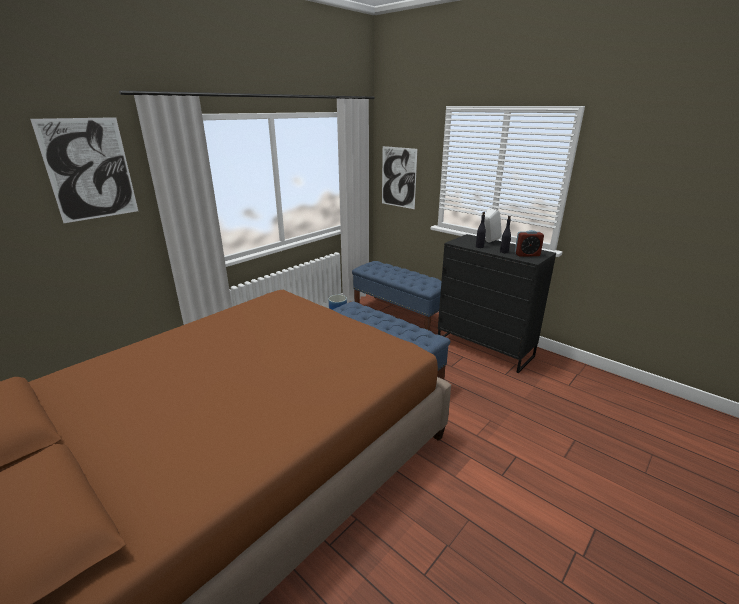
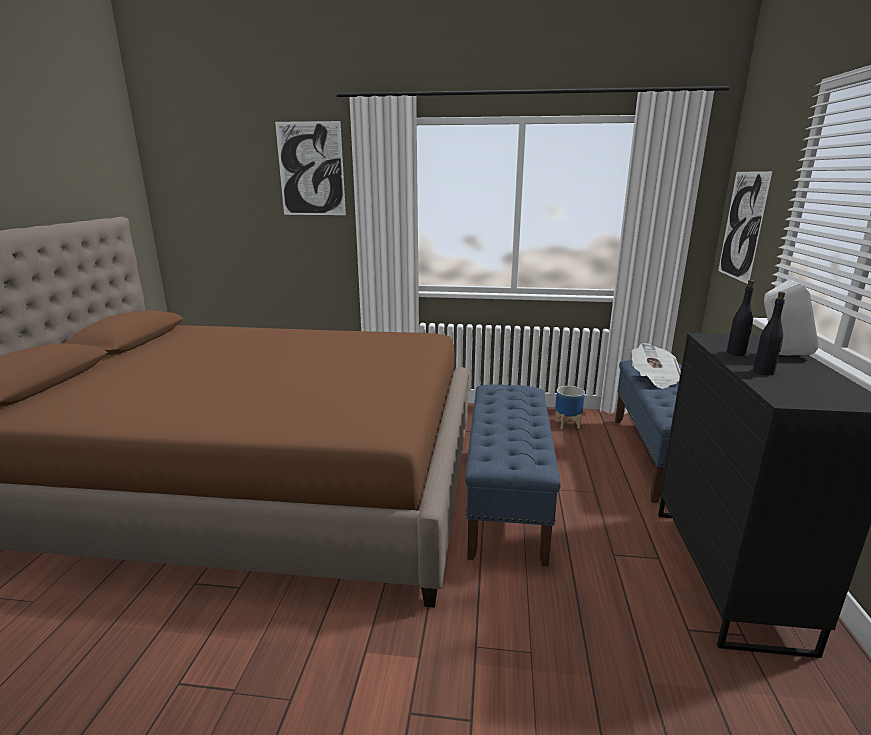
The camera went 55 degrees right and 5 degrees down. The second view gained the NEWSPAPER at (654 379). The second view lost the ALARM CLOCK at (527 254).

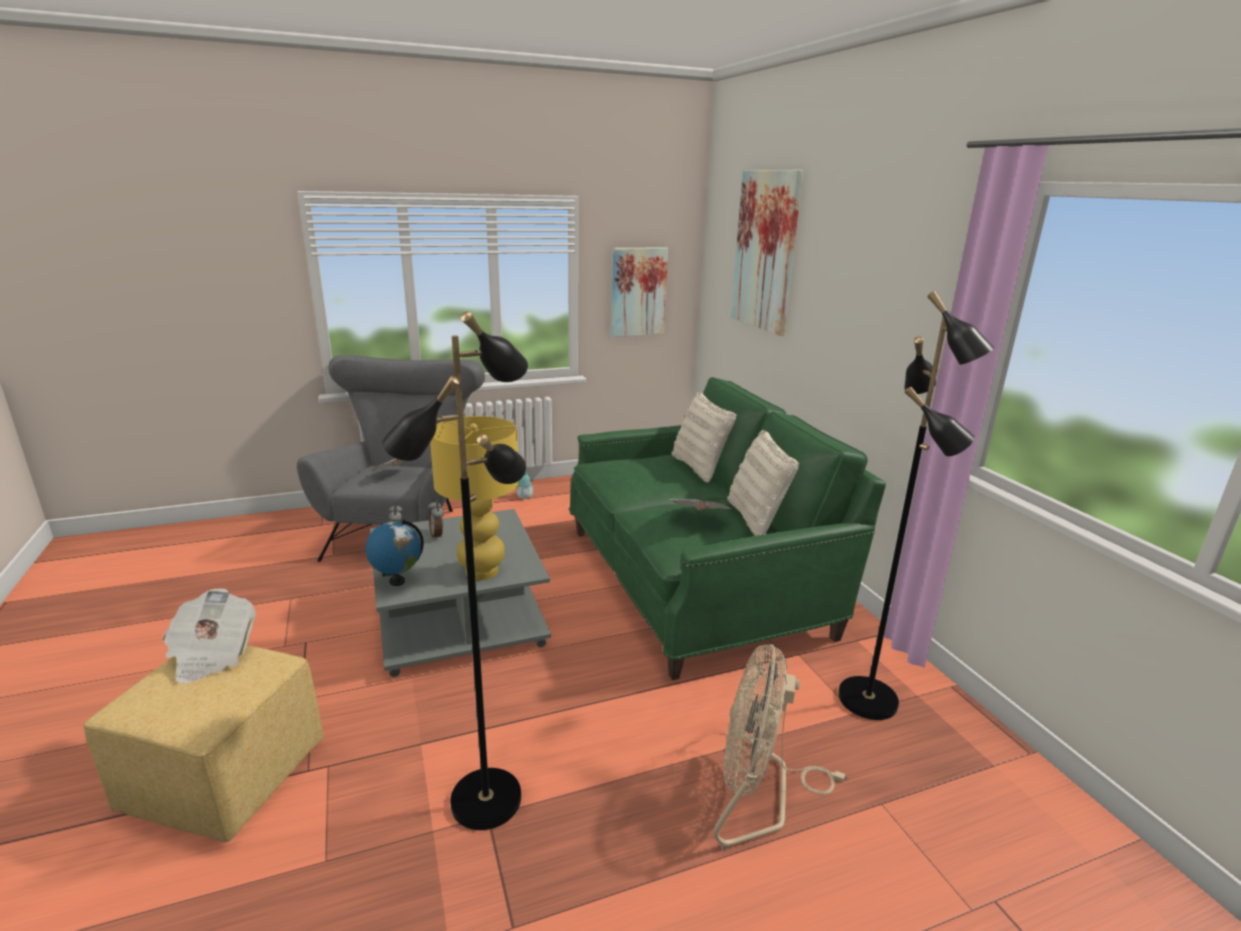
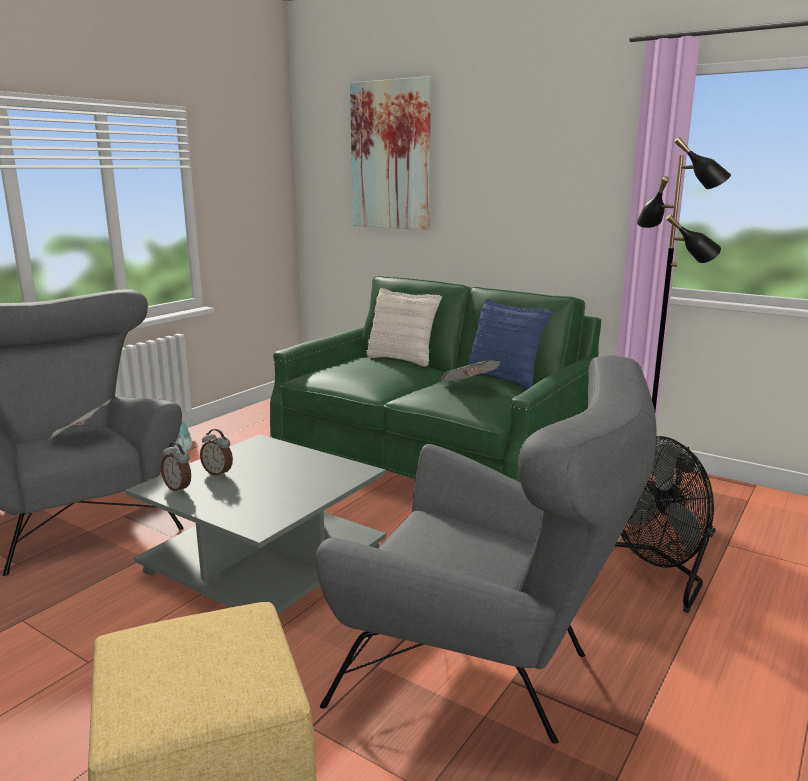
The camera went 35 degrees left and 5 degrees down. Where the BLACK FLOOR LAMP stood at (485 798), the GREY ARMCHAIR came to stand at (492 671). What was the BEIGE PILLOW at (756 520) turned into the BLUE PILLOW at (505 379). What was the BEIGE FAN at (761 787) turned into the BLACK FAN at (658 568). The second view lost the NEWSPAPER at (212 654). The second view lost the GLOBE at (397 581). The second view lost the YELLOW TABLE LAMP at (482 571). The second view lost the PICTURE at (638 292).

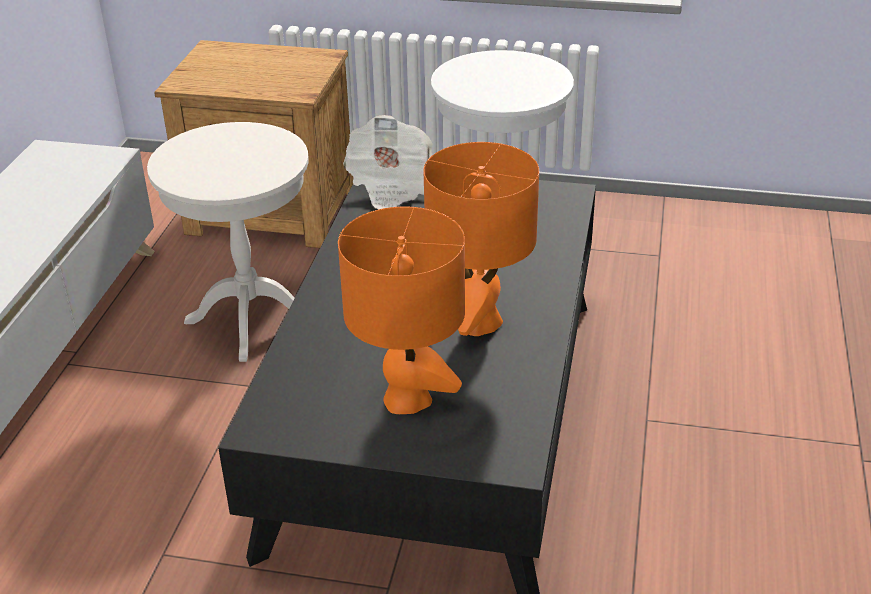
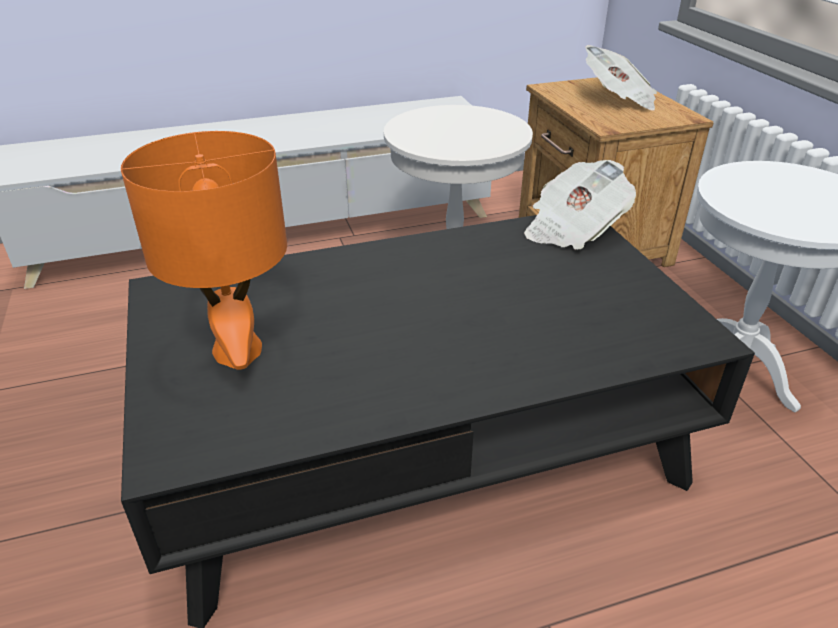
The camera went 60 degrees right and 0 degrees up. The second view gained the NEWSPAPER at (619 100). The second view lost the ORANGE TABLE LAMP at (480 323).

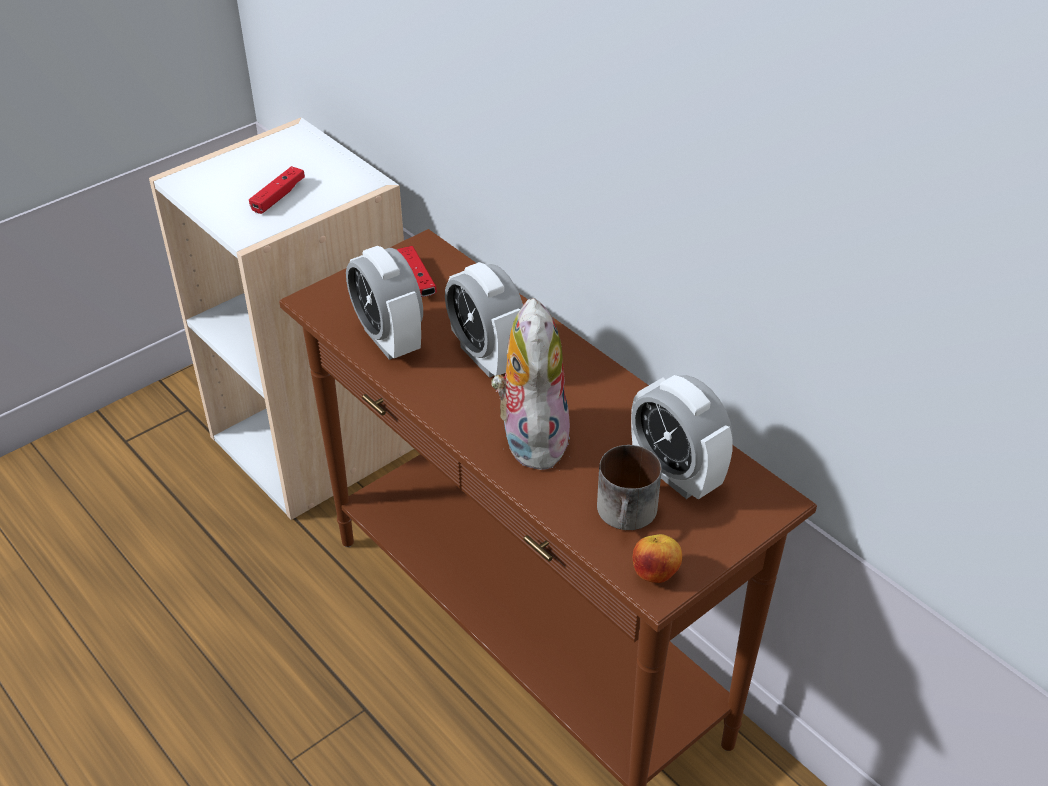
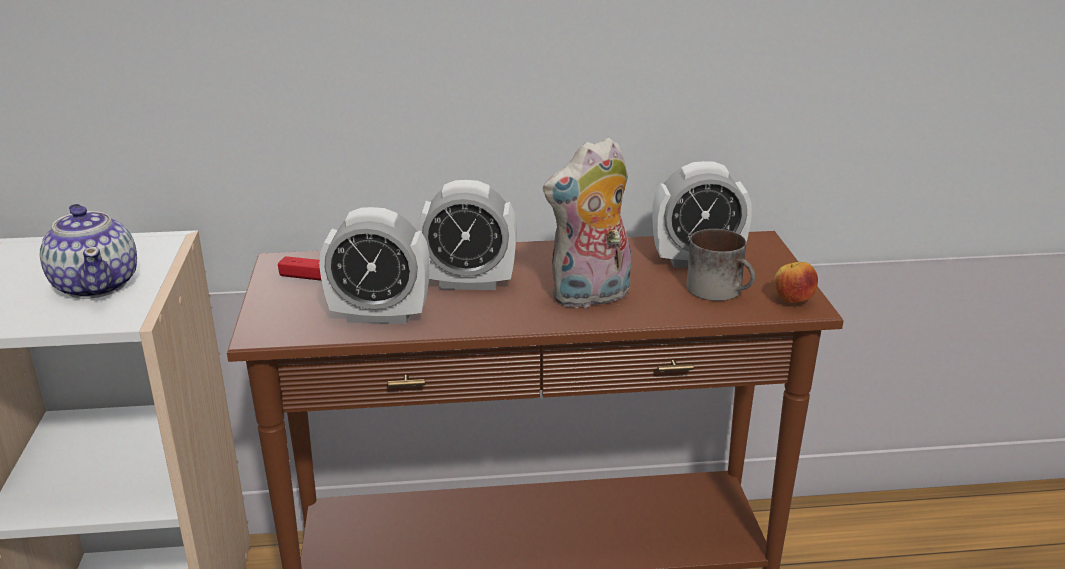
The camera went 55 degrees left and 15 degrees down. Where the RED GAME CONTROLLER stood at (278 196), the TEAPOT came to stand at (97 285). The PLUSH TOY at (530 437) ended up facing another way, 60 degrees counterclockwise from before.

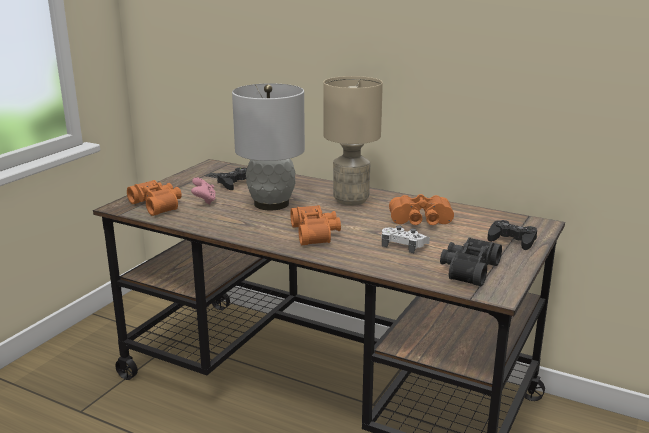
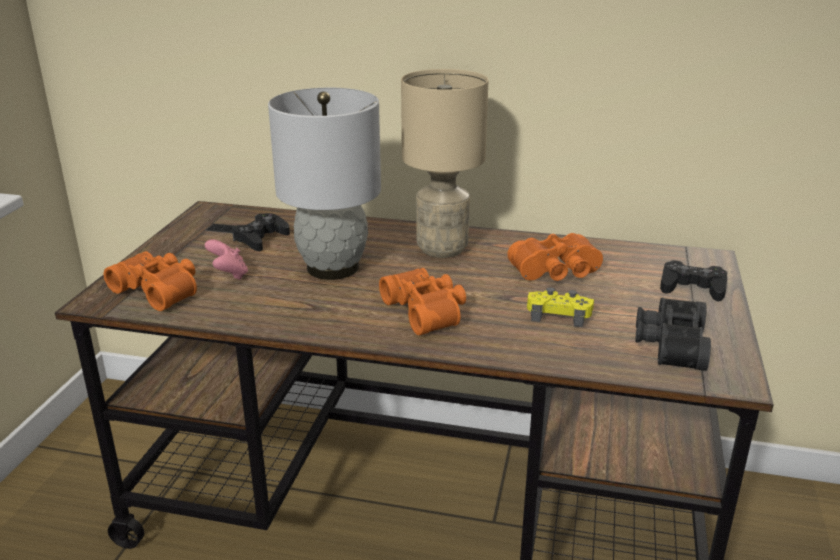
The camera went 15 degrees left and 5 degrees up. What was the WHITE GAME CONTROLLER at (404 244) turned into the YELLOW GAME CONTROLLER at (559 314).

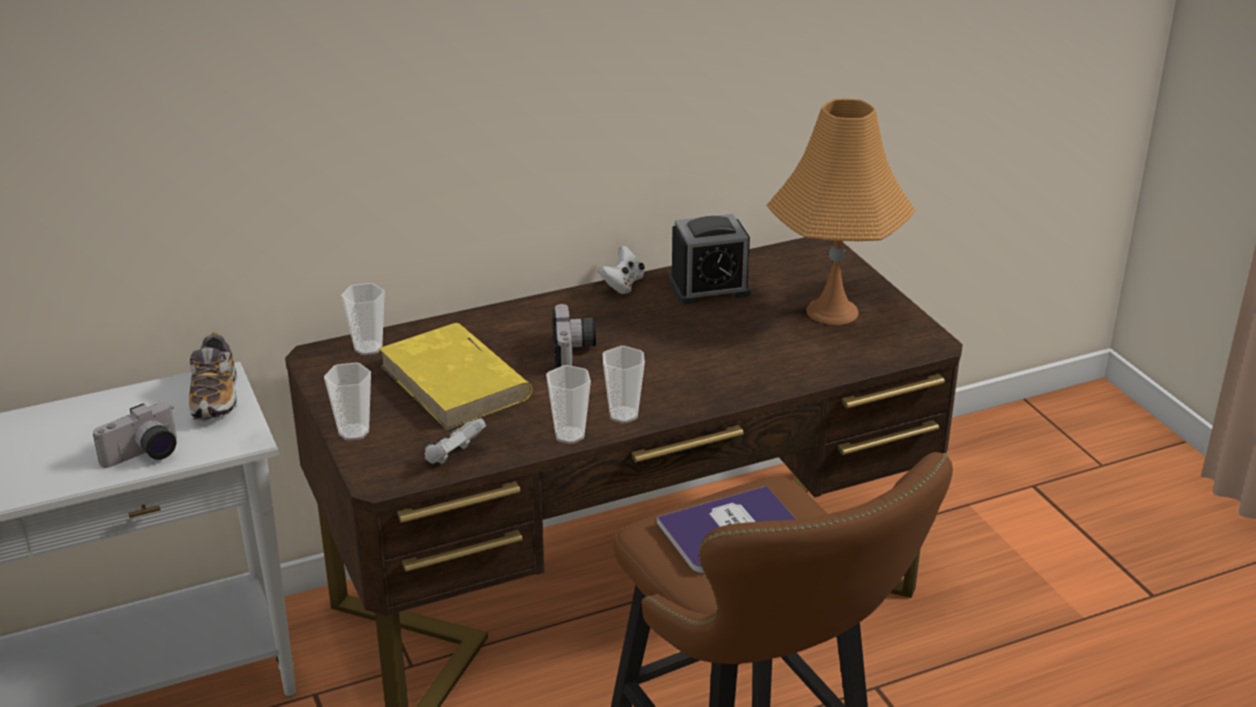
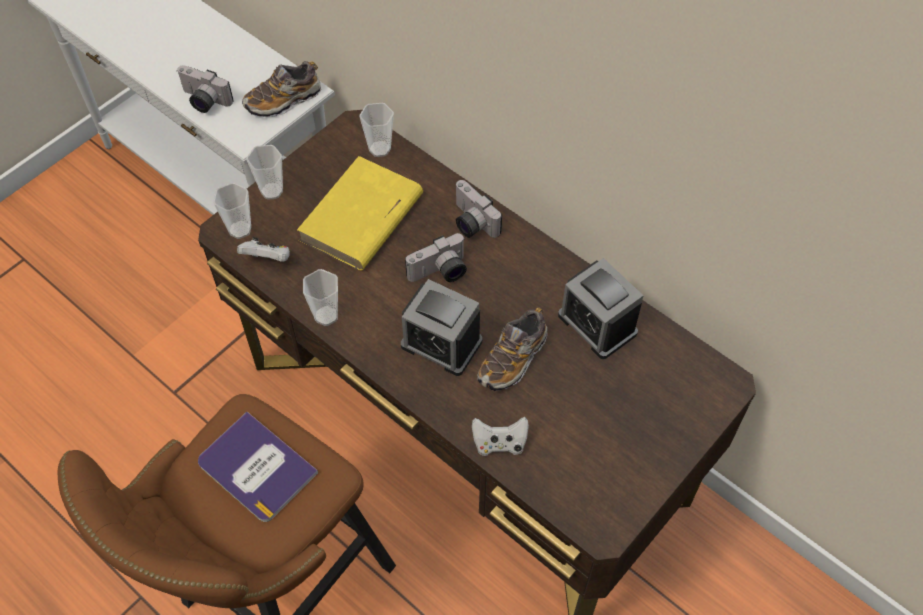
The camera went 65 degrees right and 25 degrees up. The CUP ended up elsewhere, having gone from (623 415) to (240 230). The second view gained the ALARM CLOCK at (441 343). The second view gained the PHOTO CAMERA at (471 222). The WHITE GAME CONTROLLER ended up elsewhere, having gone from (623 285) to (499 443). The second view gained the SHOE at (513 359). The second view lost the ORANGE TABLE LAMP at (832 311).

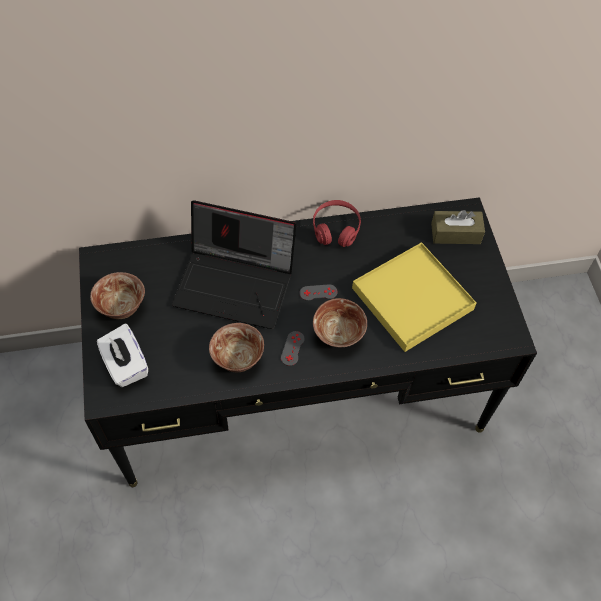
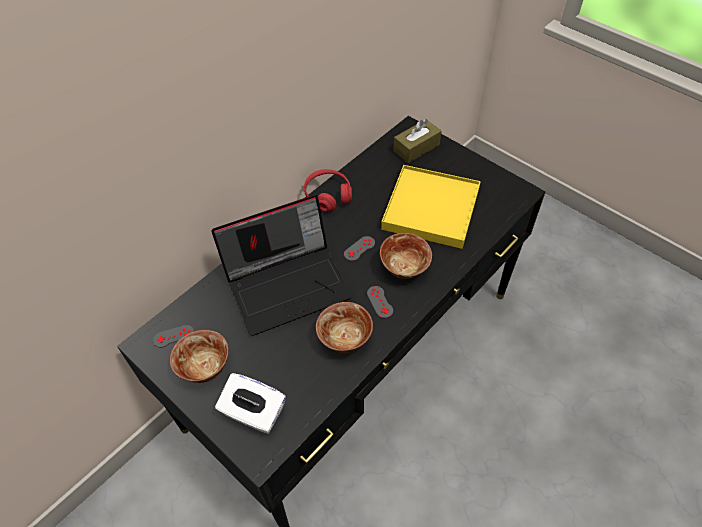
The camera went 35 degrees left and 5 degrees down. The second view gained the GREY GAME CONTROLLER at (173 336).

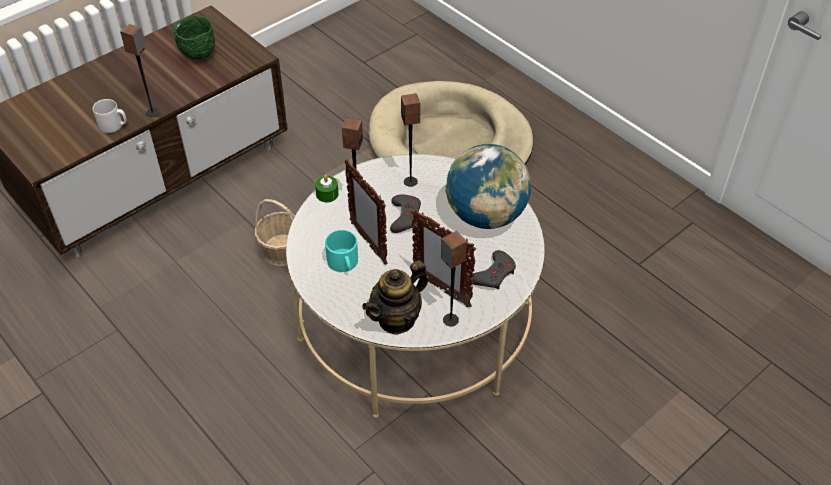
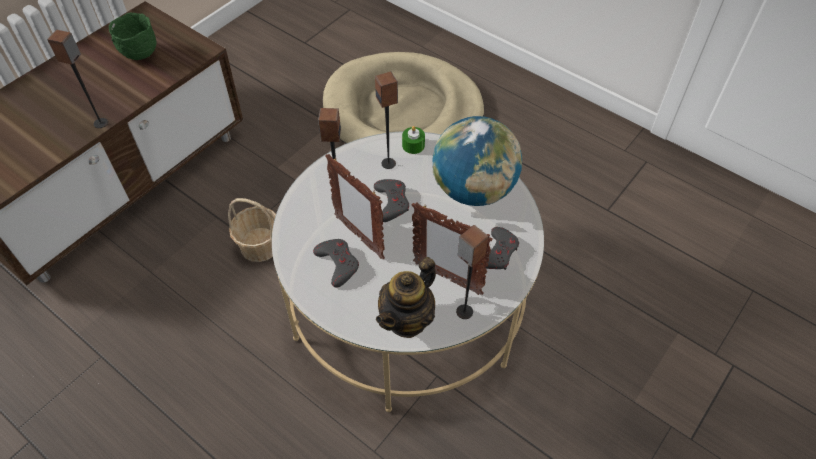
The camera went 10 degrees left and 5 degrees up. Where the TURQUOISE MUG stood at (343 263), the GREY GAME CONTROLLER came to stand at (337 264). The GREEN CANDLE ended up elsewhere, having gone from (327 194) to (413 145). The second view lost the GREY MUG at (113 126).

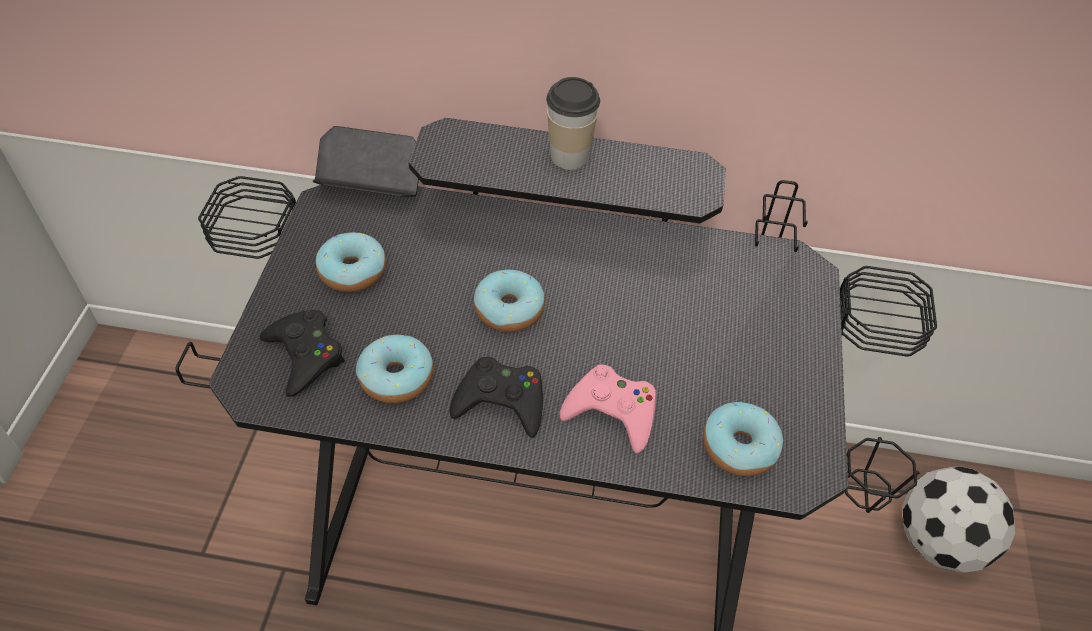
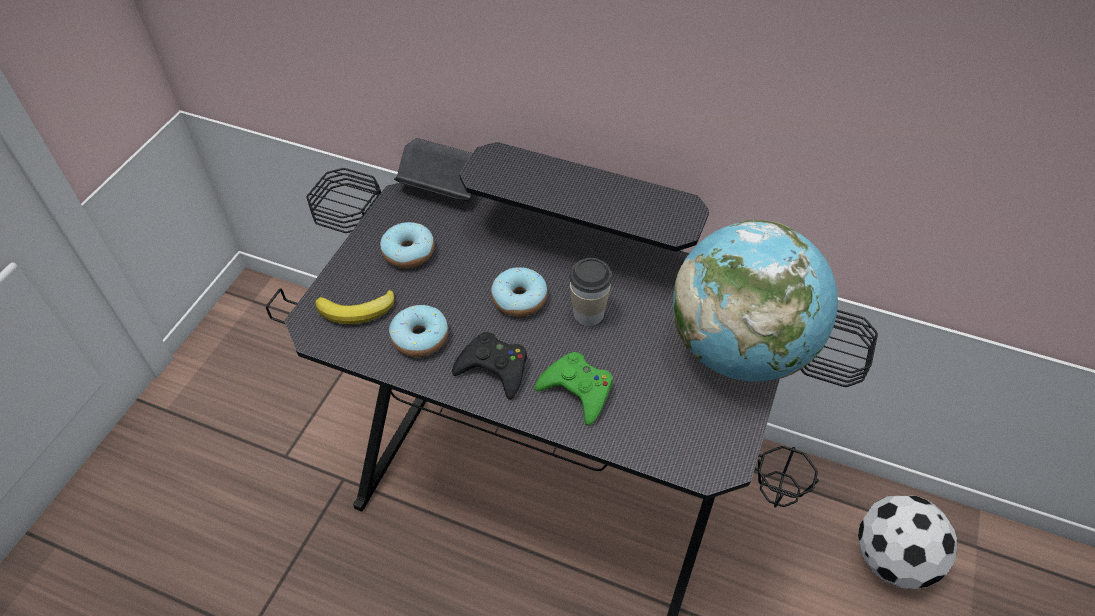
The camera went 15 degrees right and 0 degrees up. Where the BLACK GAME CONTROLLER stood at (305 355), the BANANA came to stand at (357 311). What was the PINK GAME CONTROLLER at (612 412) turned into the GREEN GAME CONTROLLER at (577 390). The CUP ended up elsewhere, having gone from (569 156) to (588 313). The second view gained the GLOBE at (740 349). The second view lost the DONUT at (739 447).

